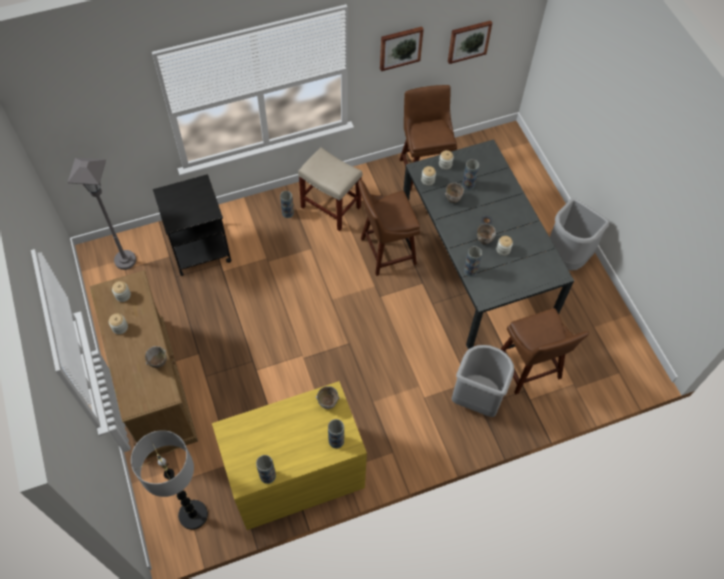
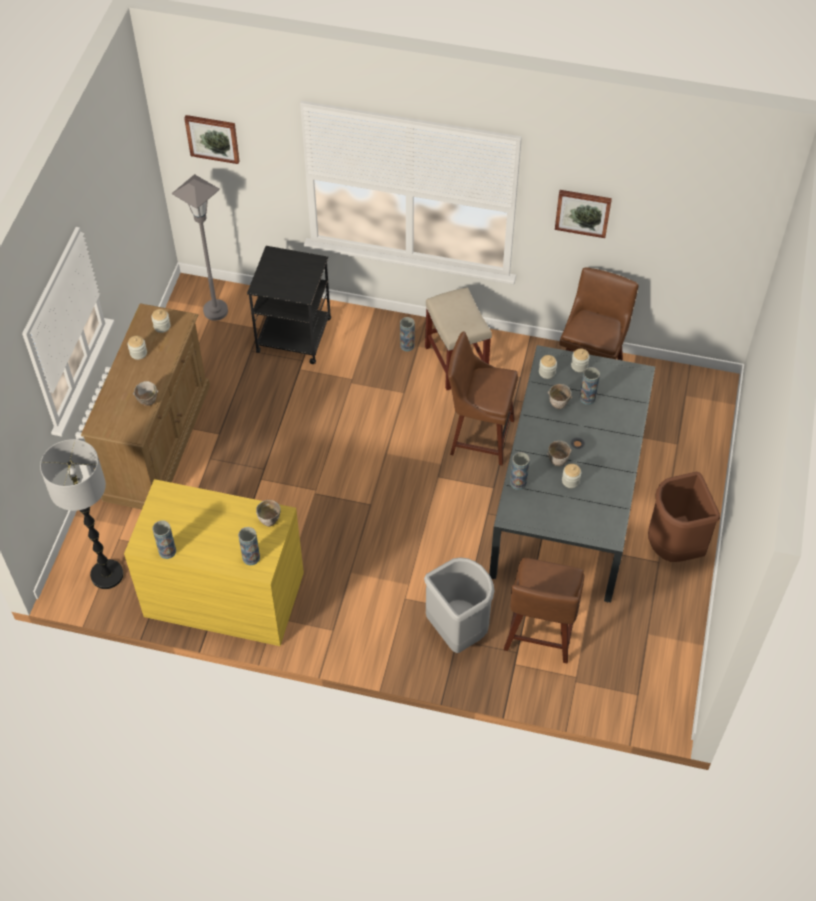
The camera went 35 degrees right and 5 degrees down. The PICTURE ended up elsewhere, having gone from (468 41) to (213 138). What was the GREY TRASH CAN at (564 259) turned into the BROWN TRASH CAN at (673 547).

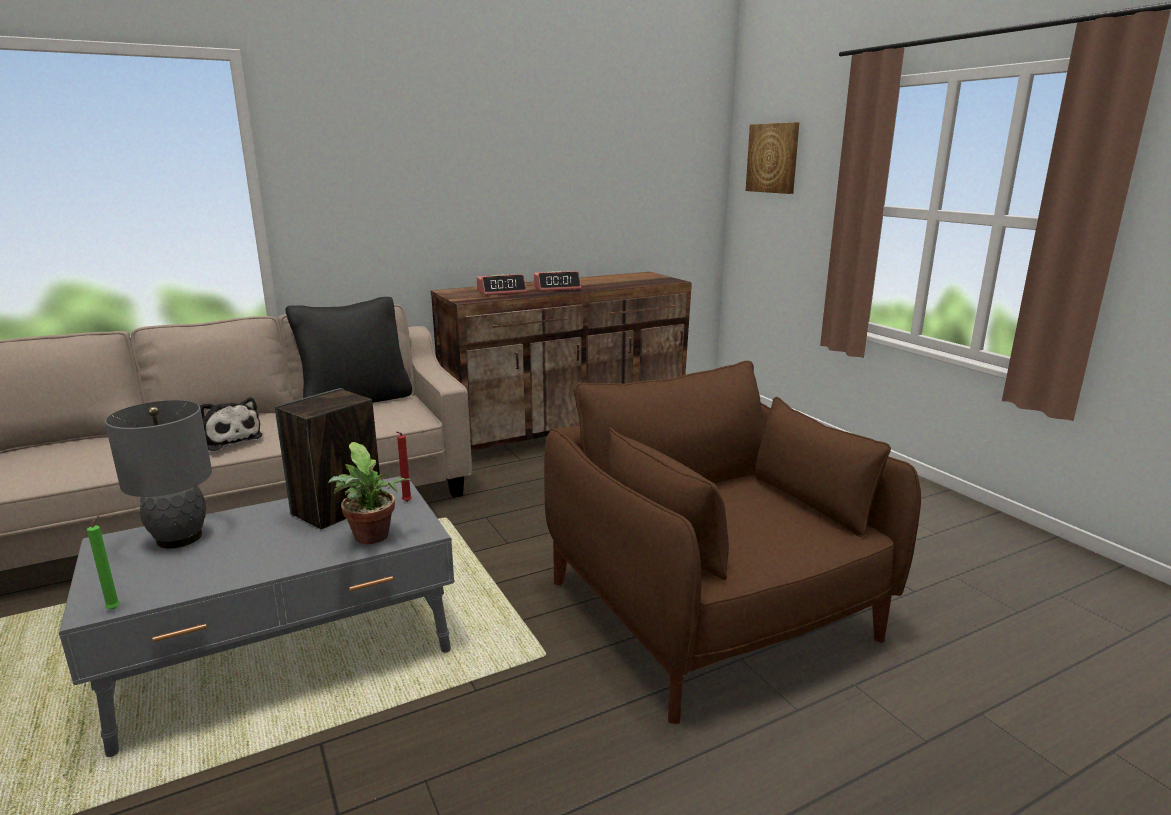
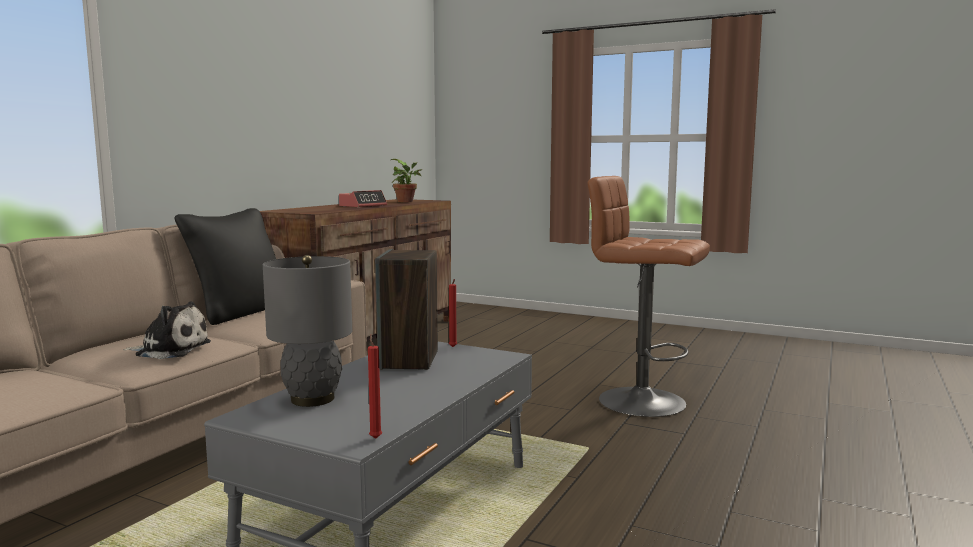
The camera went 35 degrees left and 10 degrees down. What was the GREEN CANDLE at (115 608) turned into the RED CANDLE at (375 437). The POTTED PLANT ended up elsewhere, having gone from (372 538) to (407 202). Where the BROWN ARMCHAIR stood at (710 609), the BROWN STOOL came to stand at (641 401). The second view lost the ALARM CLOCK at (501 292). The second view lost the PICTURE at (773 158).

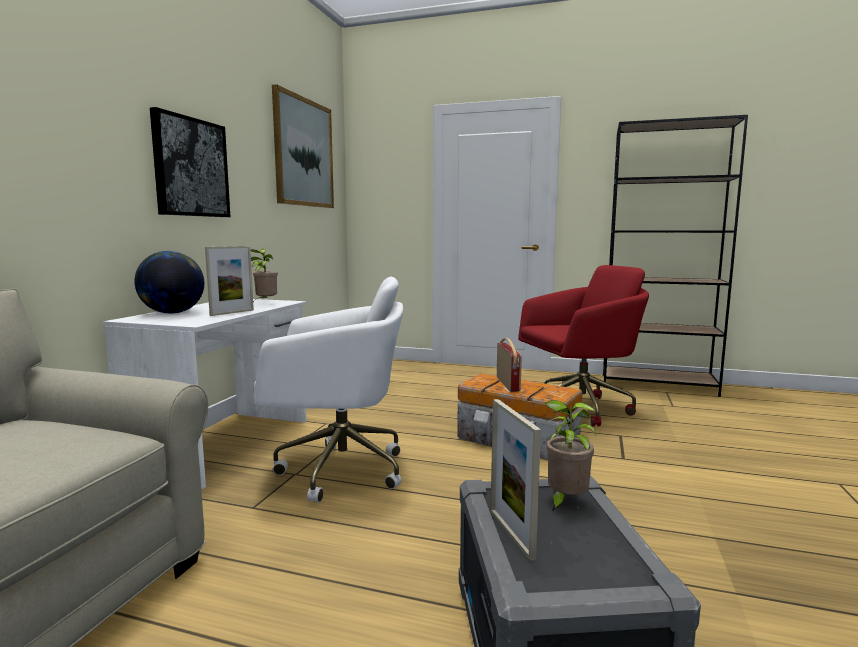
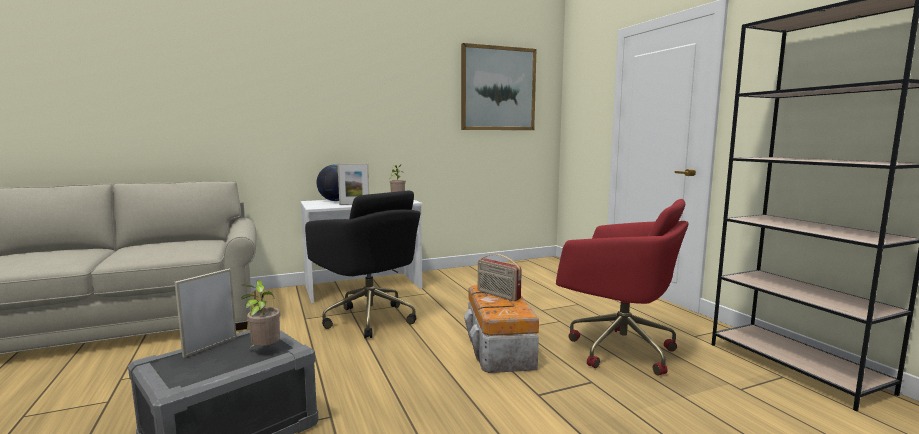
The camera went 50 degrees right and 0 degrees up. What was the WHITE OFFICE CHAIR at (336 471) turned into the BLACK OFFICE CHAIR at (367 319). The RADIO at (508 384) ended up facing another way, 90 degrees clockwise from before. The second view lost the PICTURE at (191 167).

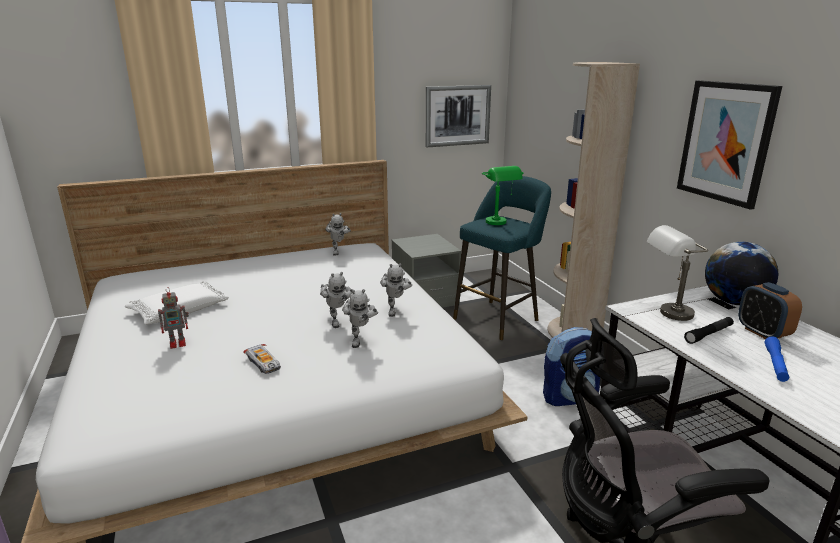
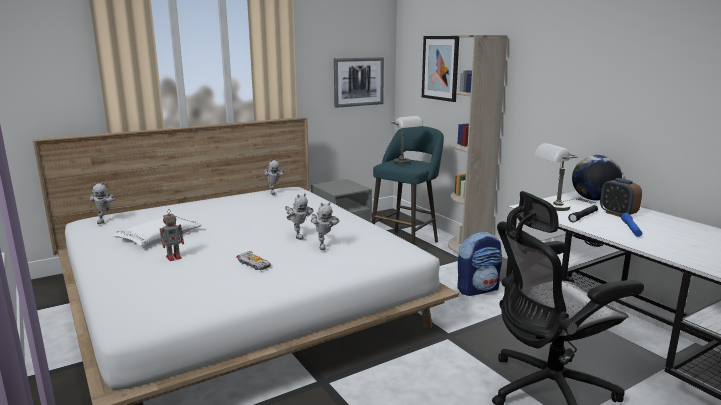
The camera went 10 degrees left and 5 degrees down. The TOY ROBOT ended up elsewhere, having gone from (395 310) to (105 221). What was the GREEN TABLE LAMP at (500 224) turned into the GREY TABLE LAMP at (405 163). The PICTURE ended up elsewhere, having gone from (726 142) to (440 68).

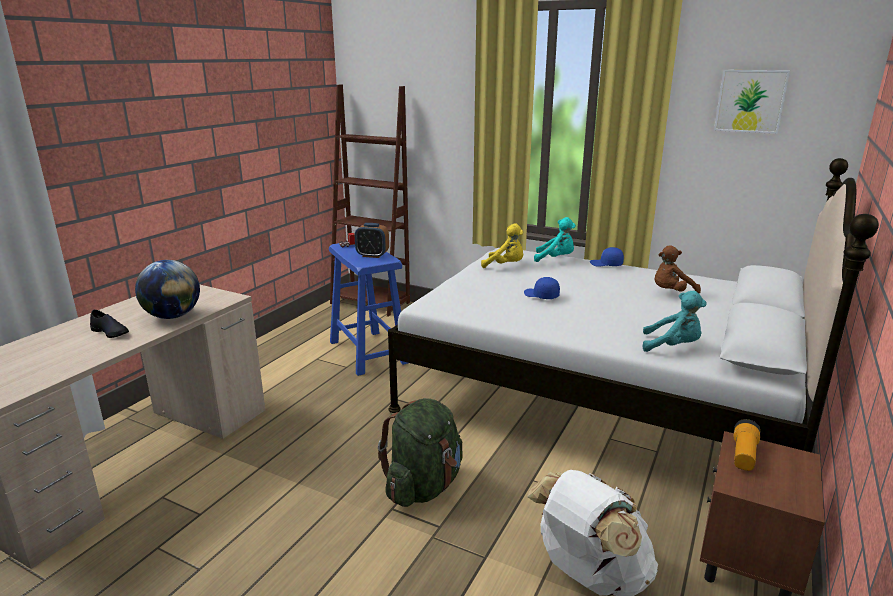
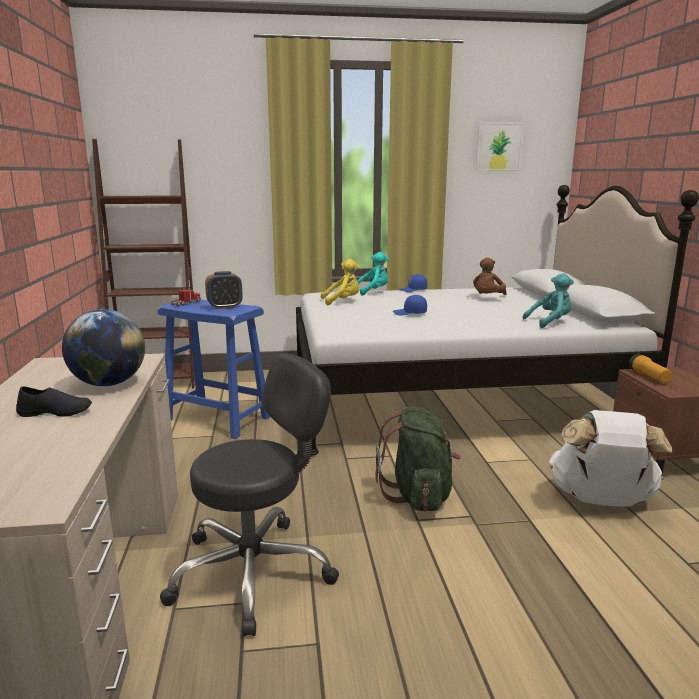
The camera went 35 degrees left and 5 degrees down. The second view gained the BLACK OFFICE CHAIR at (258 570).

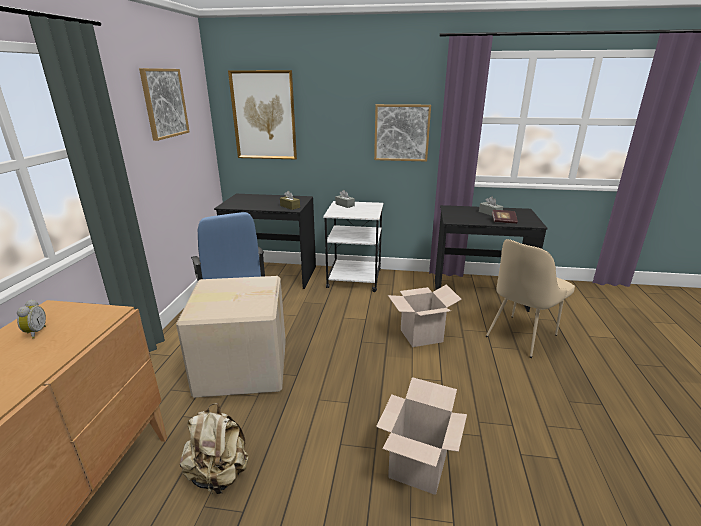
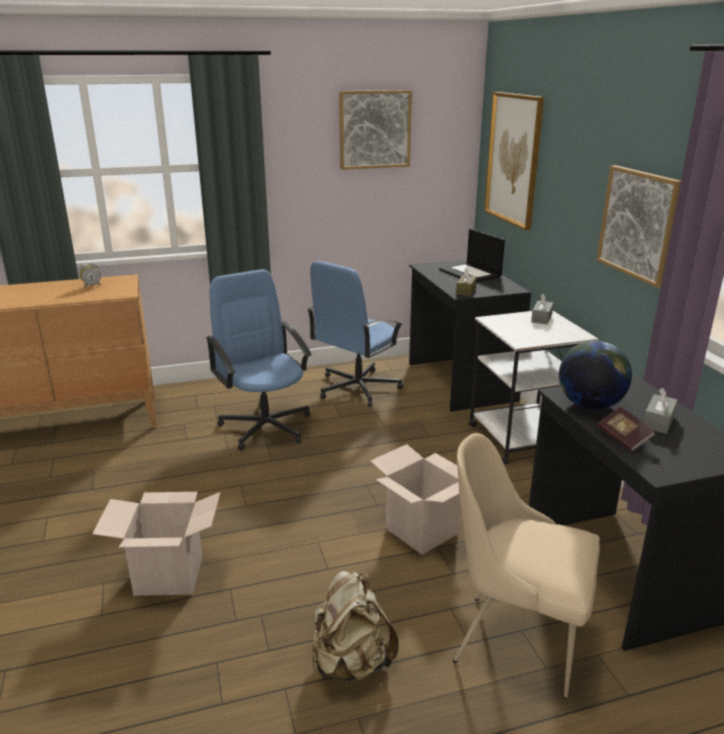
The camera went 65 degrees right and 0 degrees up. Where the CARDBOARD BOX stood at (241 367), the BLUE OFFICE CHAIR came to stand at (266 426). The BEIGE BACKPACK ended up elsewhere, having gone from (219 474) to (350 663). The second view gained the LAPTOP at (471 273). The second view gained the GLOBE at (589 405).

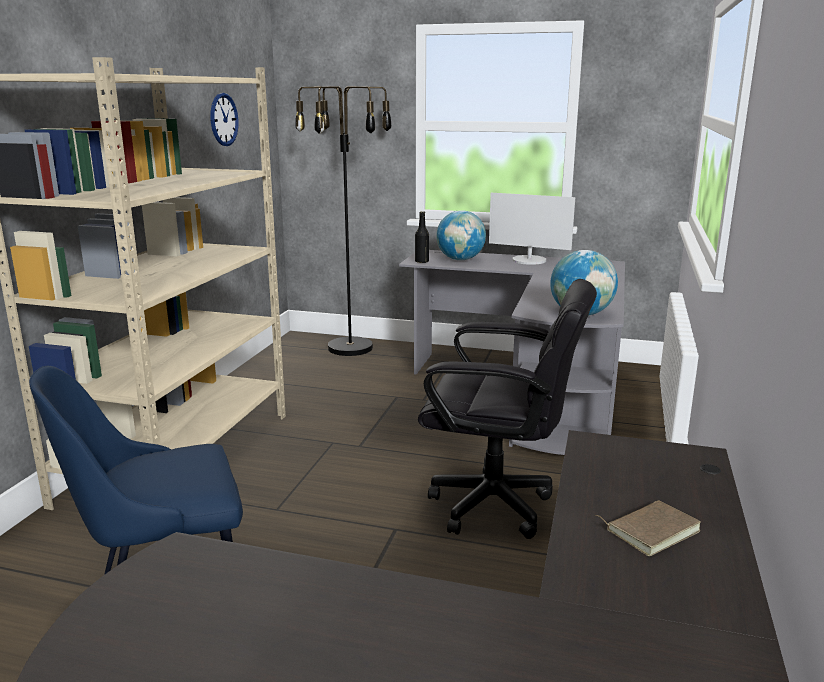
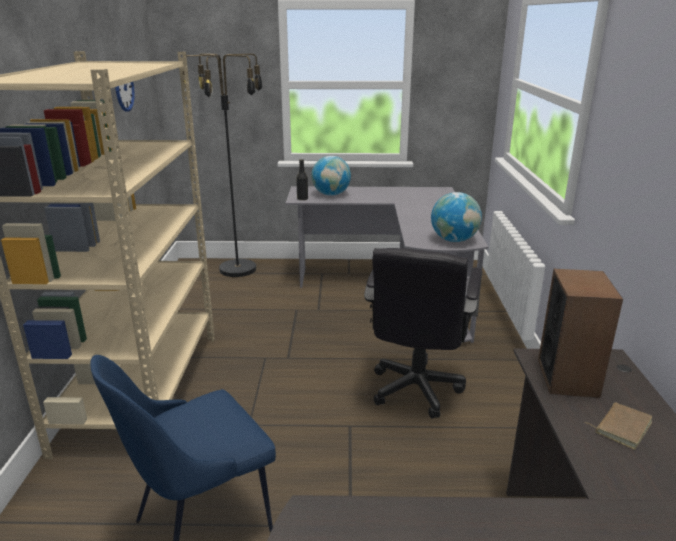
The camera went 15 degrees left and 5 degrees up. The BLACK OFFICE CHAIR at (499 506) ended up facing another way, 105 degrees clockwise from before. The second view gained the SPEAKER at (568 377). The second view lost the MONITOR at (529 260).

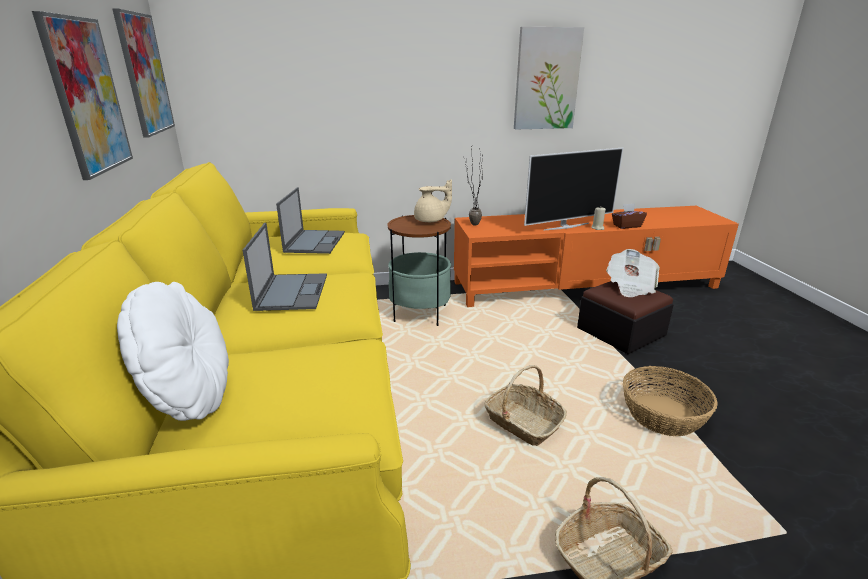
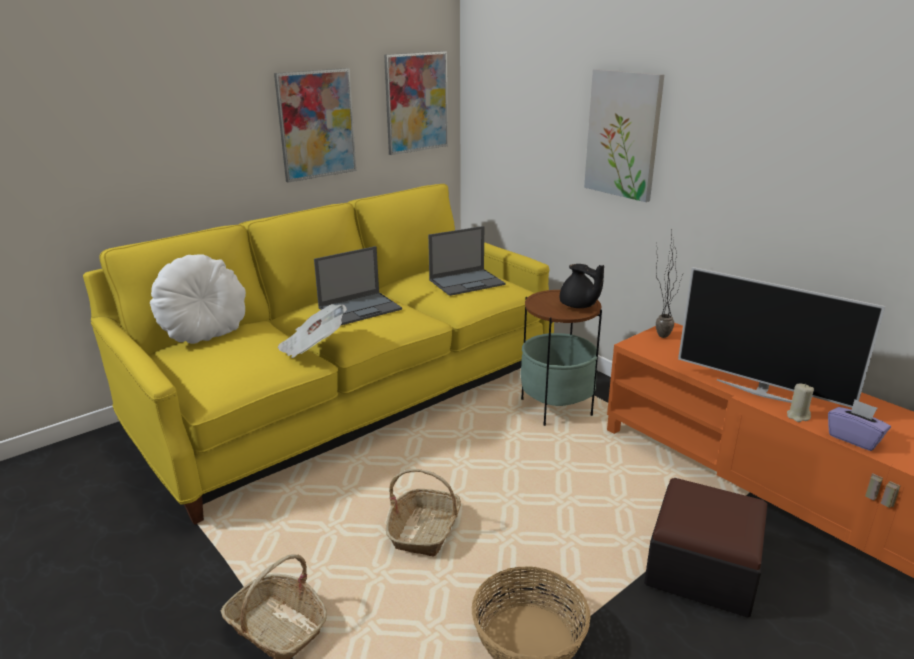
The camera went 60 degrees right and 0 degrees up. The NEWSPAPER ended up elsewhere, having gone from (630 286) to (313 347). What was the BEIGE TEAPOT at (431 220) turned into the BLACK TEAPOT at (578 305). The PICTURE ended up elsewhere, having gone from (546 79) to (623 134). What was the BROWN TISSUE BOX at (626 226) turned into the PURPLE TISSUE BOX at (854 438).

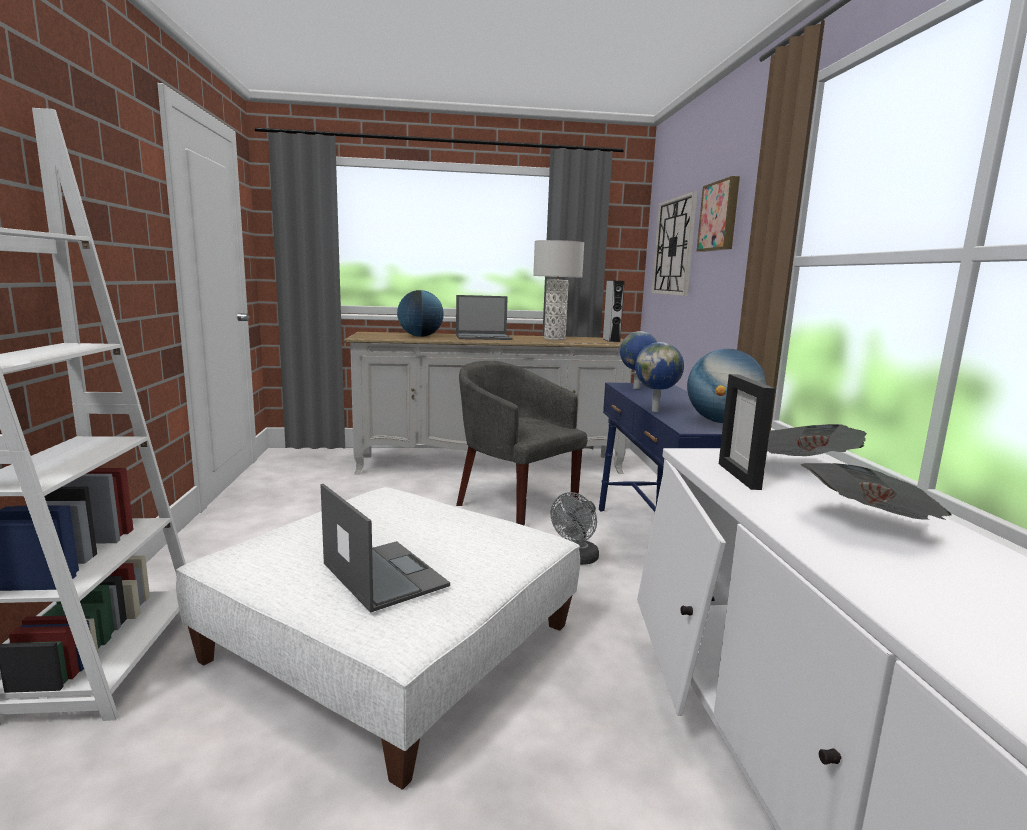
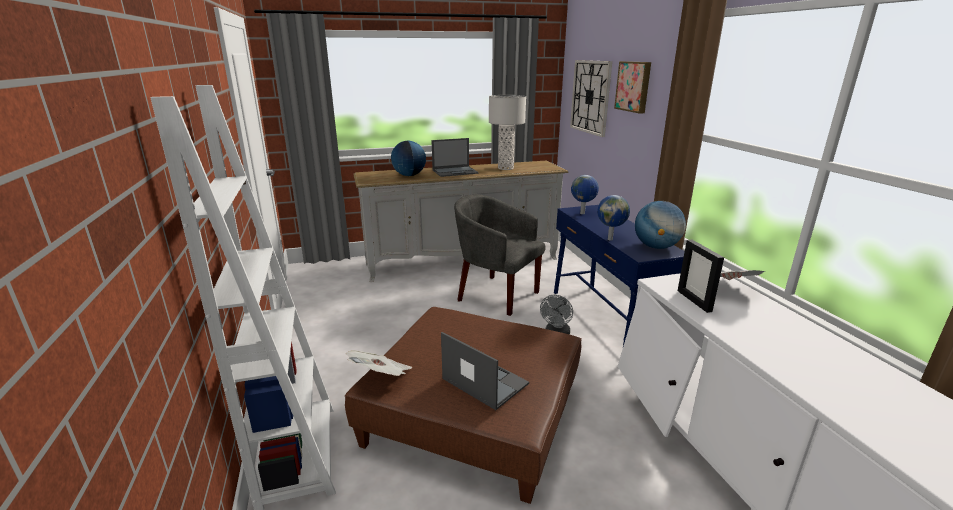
The camera went 10 degrees left and 10 degrees up. What was the WHITE OTTOMAN at (392 643) turned into the BROWN OTTOMAN at (473 414). The NEWSPAPER ended up elsewhere, having gone from (870 527) to (381 376). The second view lost the GREY SPEAKER at (611 340).

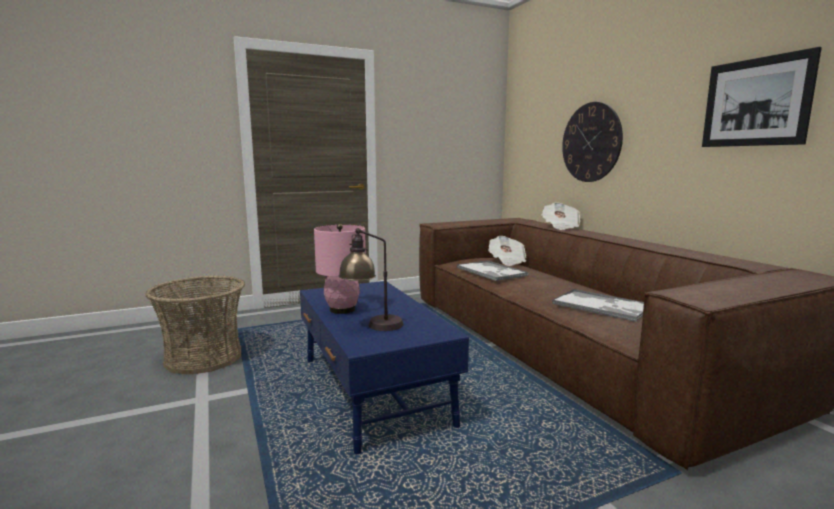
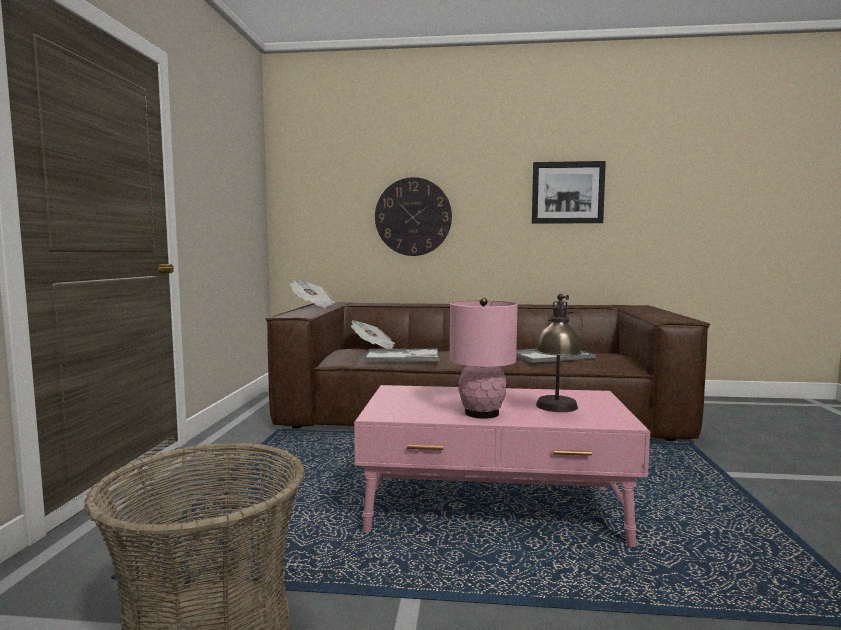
The camera went 60 degrees left and 5 degrees down. The NEWSPAPER ended up elsewhere, having gone from (560 227) to (313 305). What was the BLUE COFFEE TABLE at (373 390) turned into the PINK COFFEE TABLE at (495 509).

